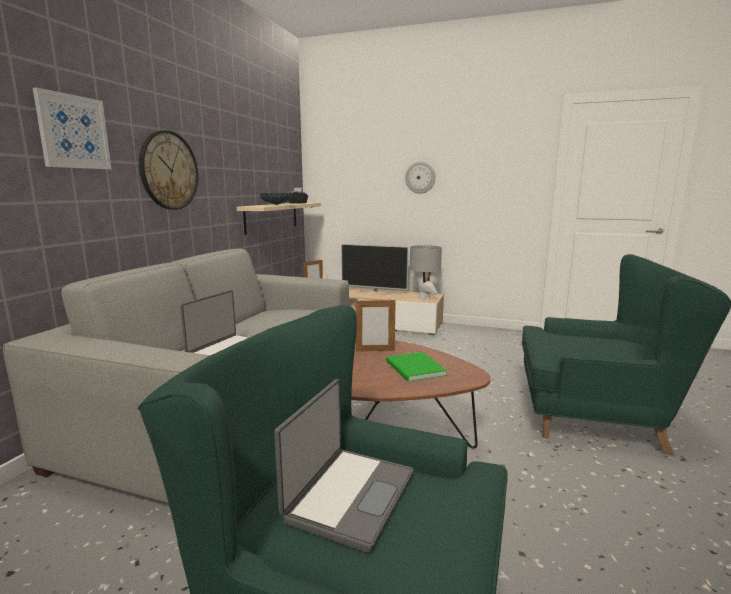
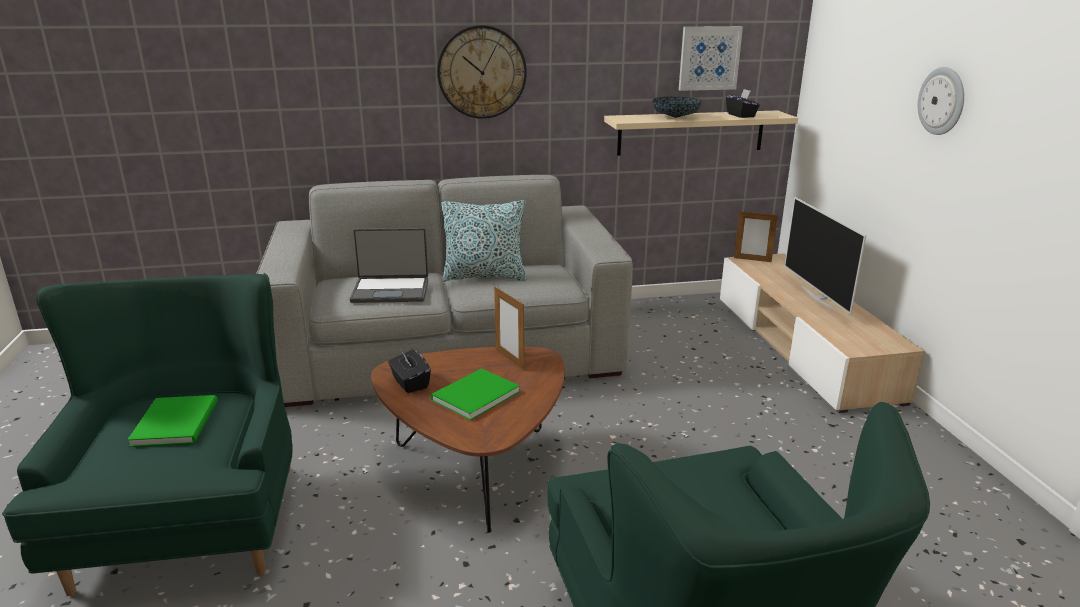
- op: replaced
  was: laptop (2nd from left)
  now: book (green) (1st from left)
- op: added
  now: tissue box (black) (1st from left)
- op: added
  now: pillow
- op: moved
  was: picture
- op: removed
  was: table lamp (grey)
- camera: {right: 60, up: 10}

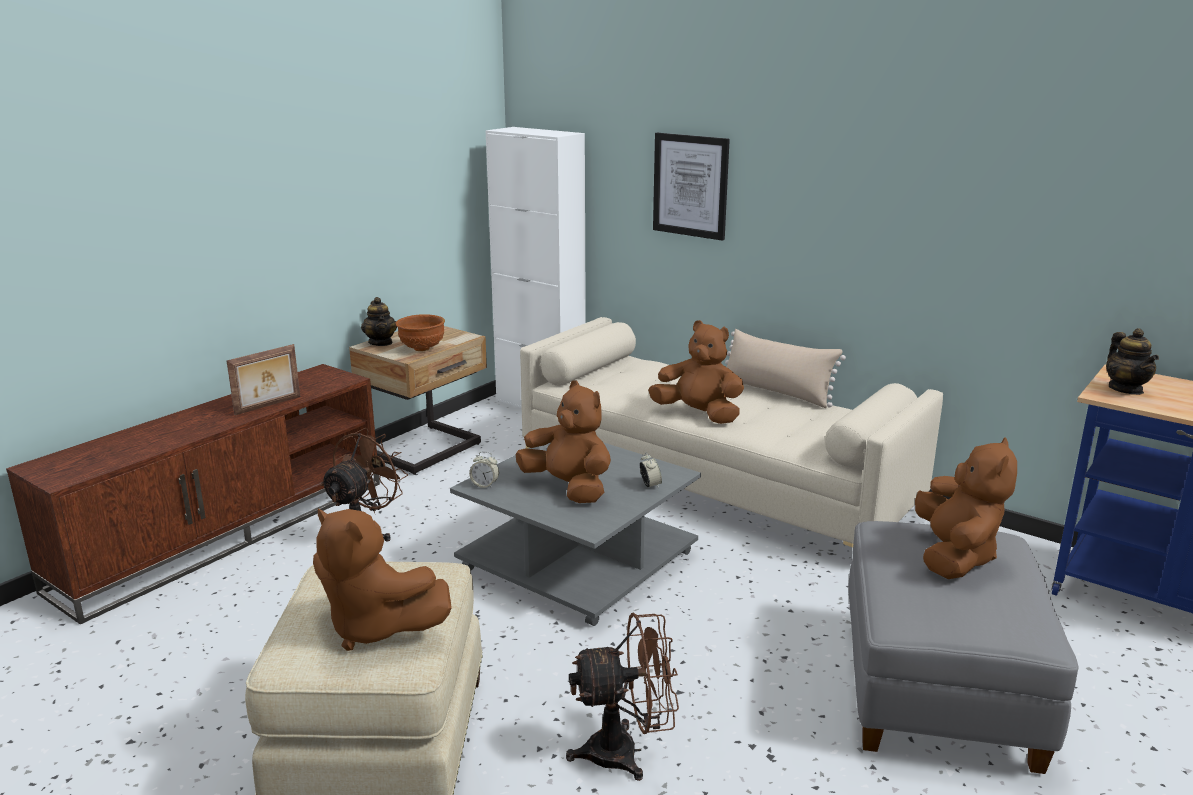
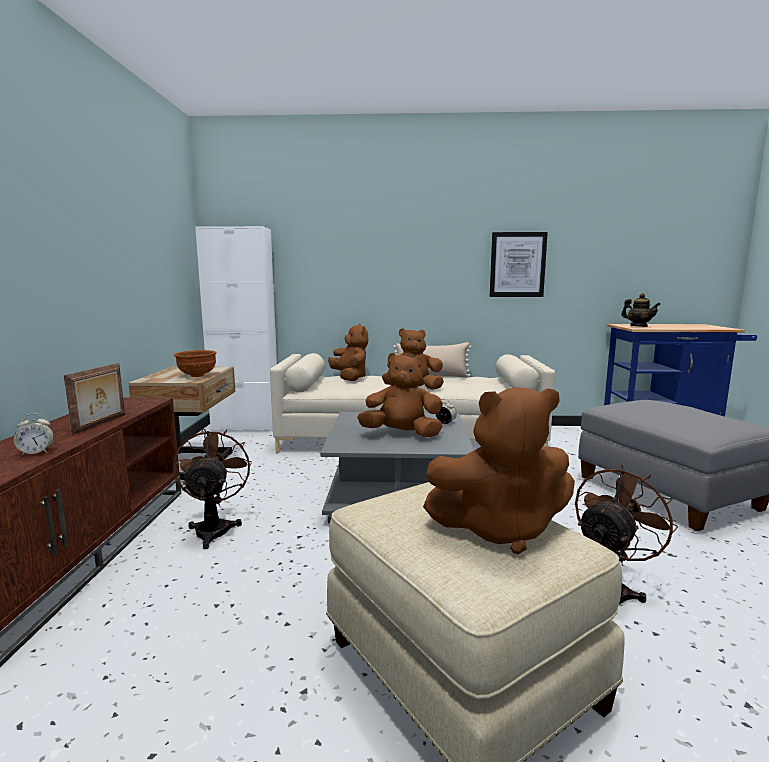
- op: moved
  was: alarm clock (1st from left)
- op: moved
  was: plush toy (brown) (4th from left in the first image)
  now: plush toy (brown) (1st from left)
- op: moved
  was: picture
- op: removed
  was: teapot (1st from left)
- camera: {right: -35, up: -10}

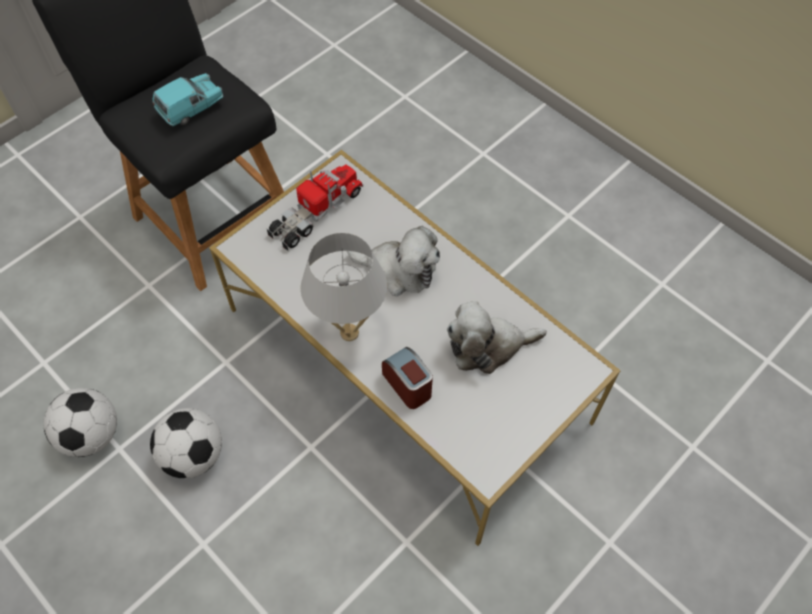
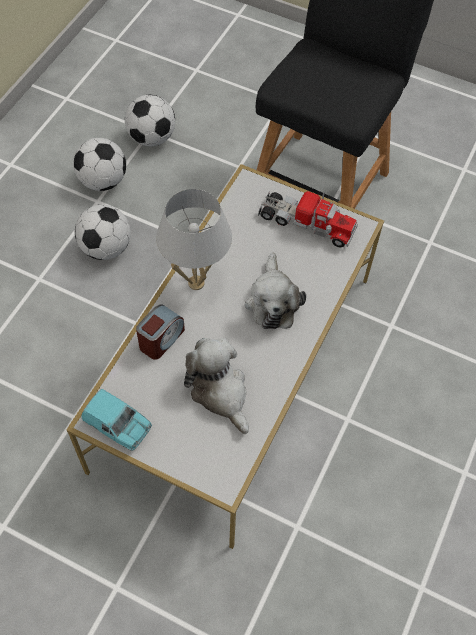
- op: moved
  was: toy car (turquoise)
- op: added
  now: football (3rd from left)
- camera: {right: 70, up: 0}

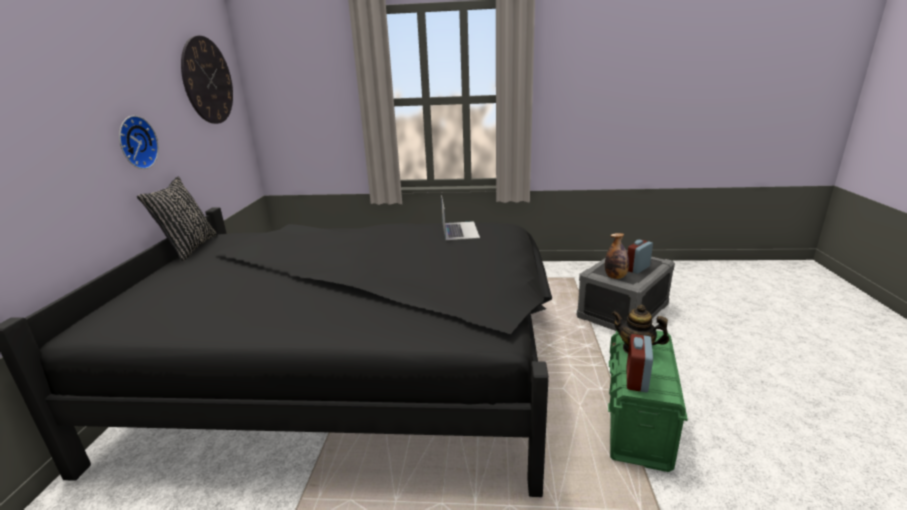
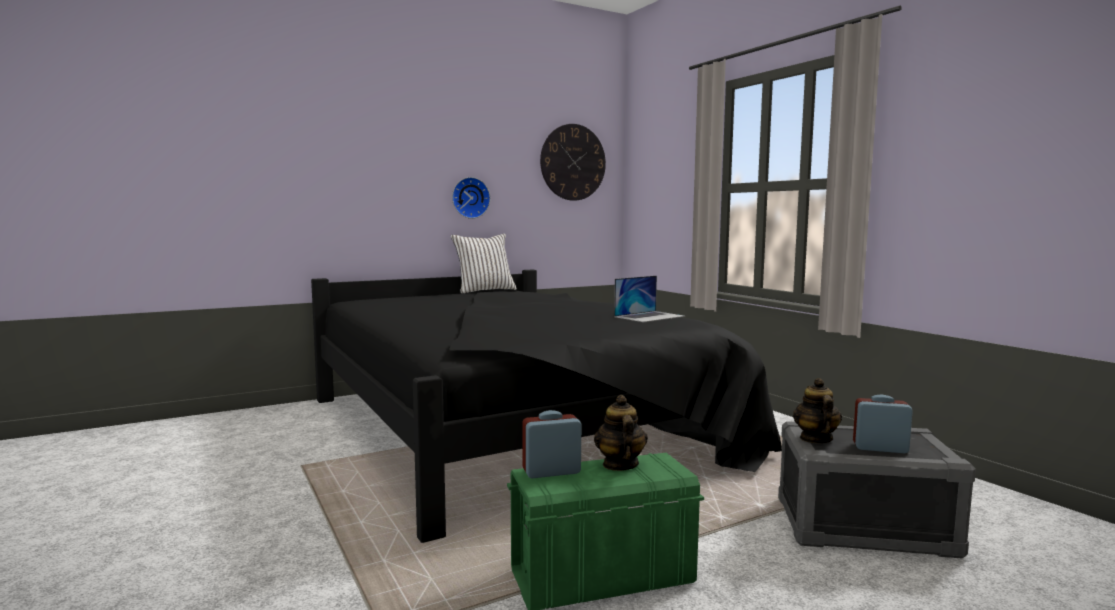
- op: recoloured
  was: pillow (black)
  now: pillow (white)
- op: replaced
  was: bottle
  now: teapot (2nd from left)
- camera: {right: 55, up: -15}

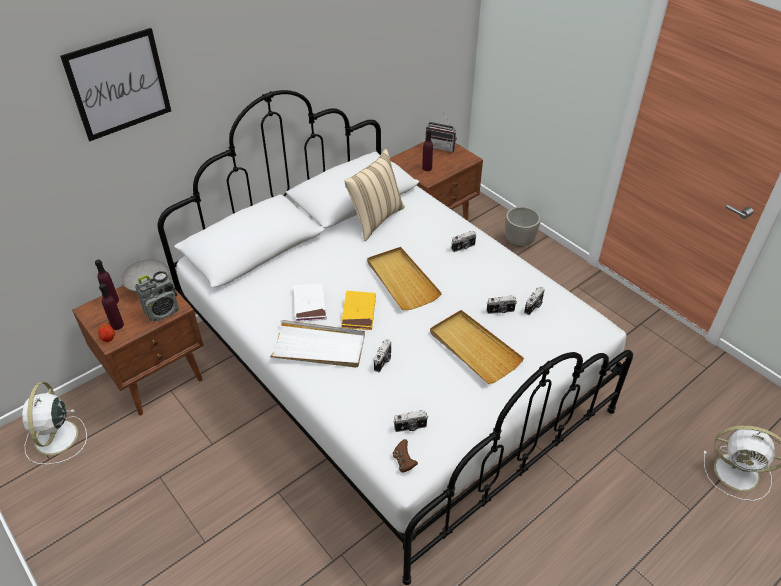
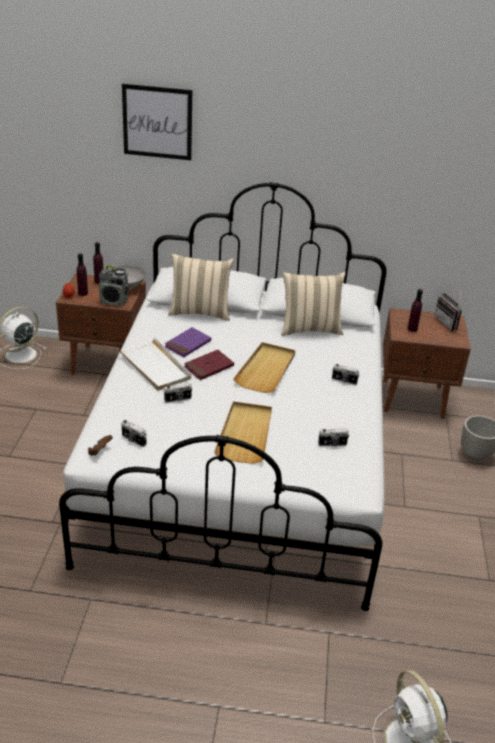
- op: recoloured
  was: book (white)
  now: book (purple)
- op: added
  now: pillow (beige) (1st from left)
- op: recoloured
  was: book (yellow)
  now: book (red)
- op: removed
  was: photo camera (4th from left)
- camera: {right: 45, up: -10}

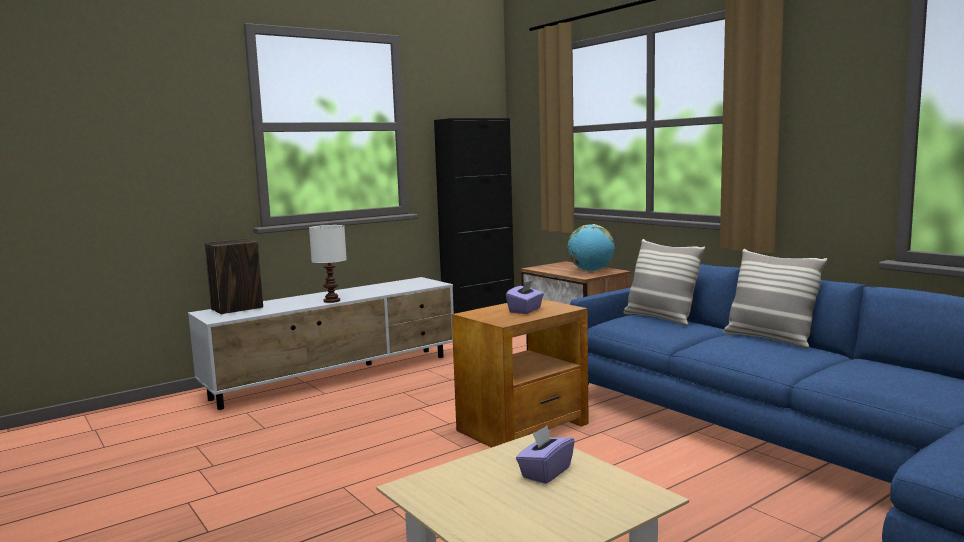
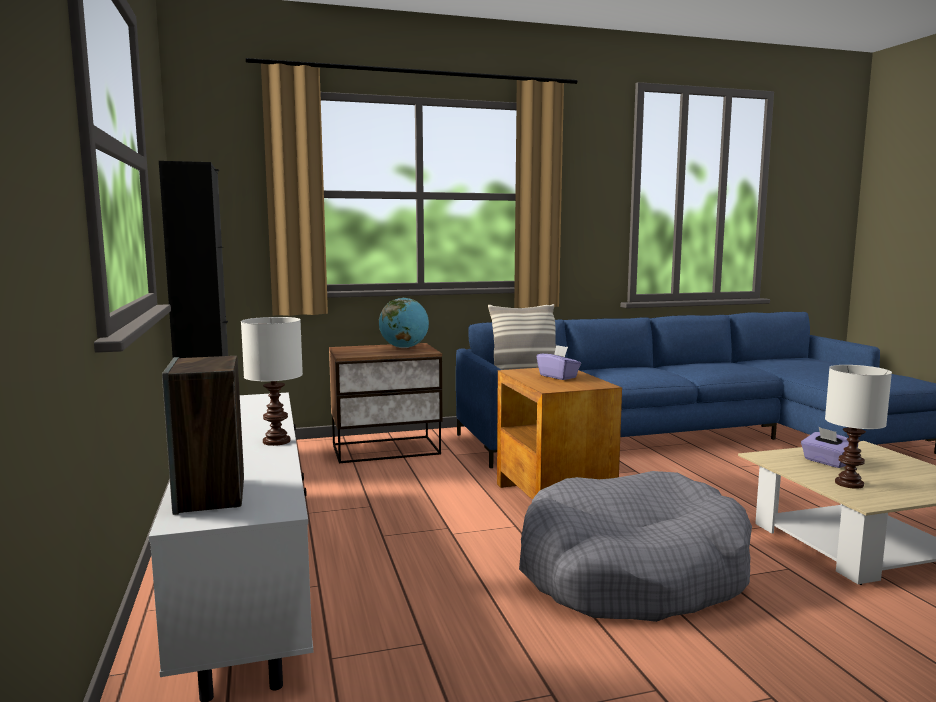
- op: added
  now: dog bed (grey)
- op: added
  now: table lamp (white) (2nd from left)
- op: removed
  was: pillow (2nd from left)
- camera: {right: -70, up: 0}

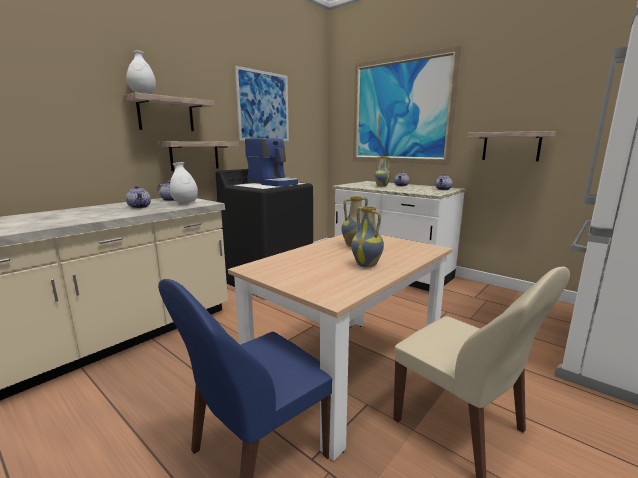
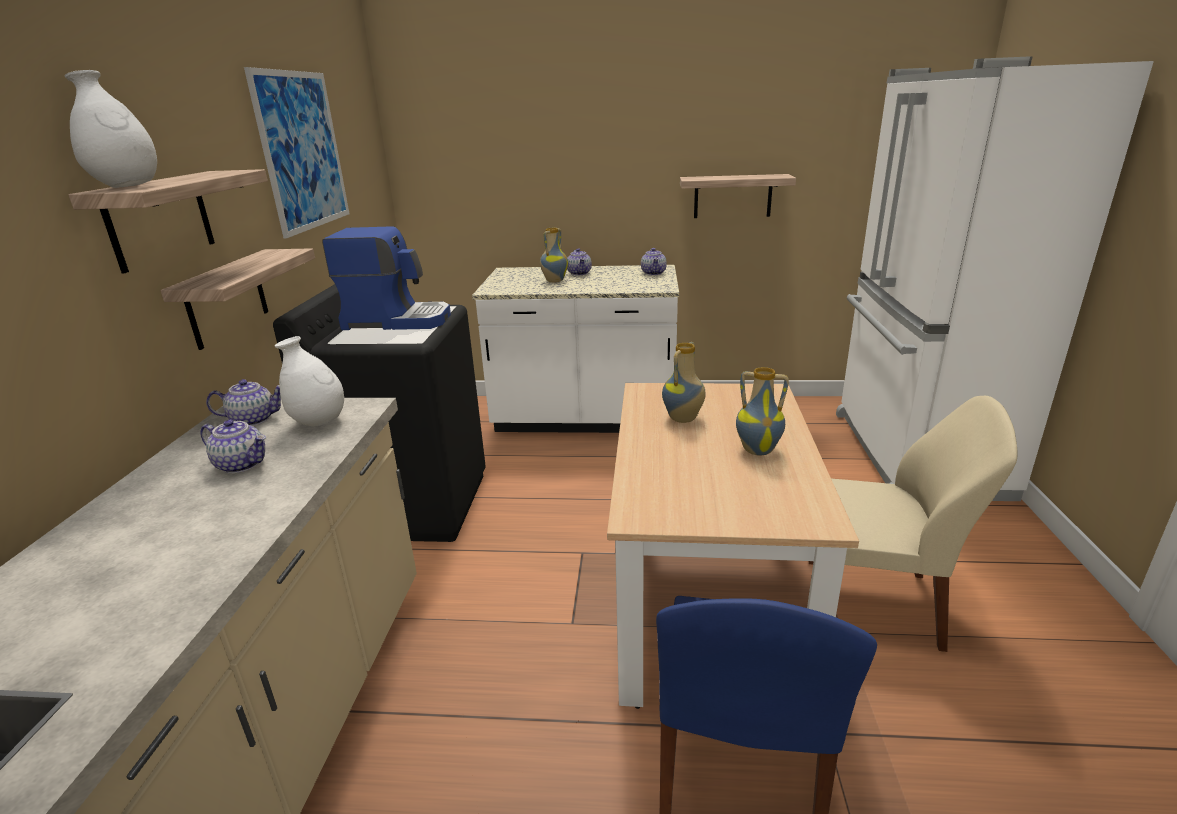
- op: removed
  was: picture (2nd from left)
- camera: {right: -35, up: 10}

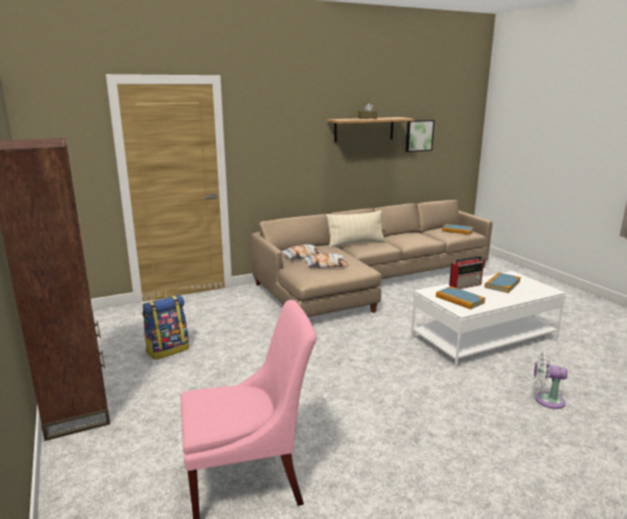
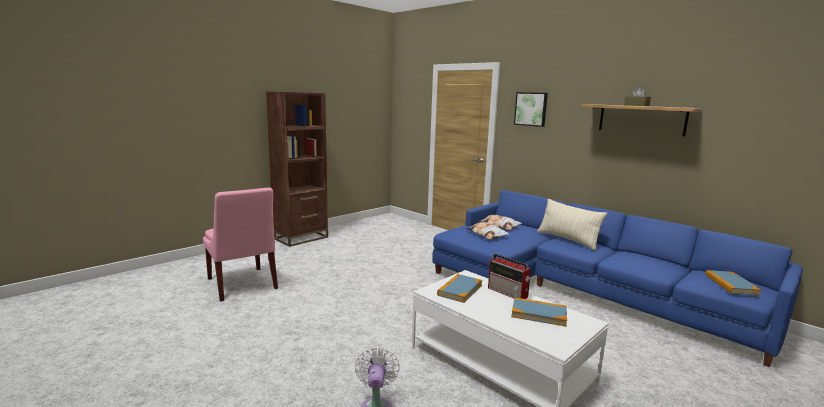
- op: recoloured
  was: sofa (beige)
  now: sofa (blue)
- op: moved
  was: picture
- op: removed
  was: backpack
- camera: {right: 70, up: -5}

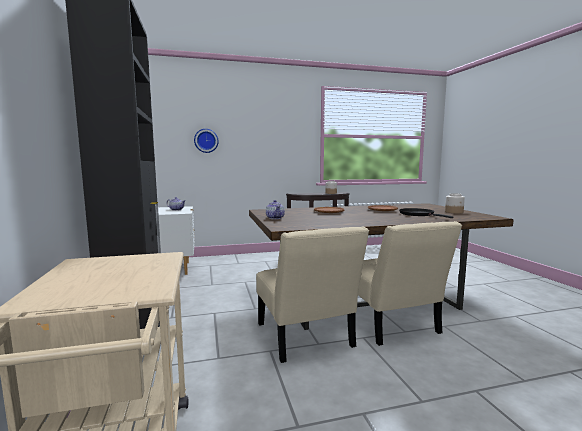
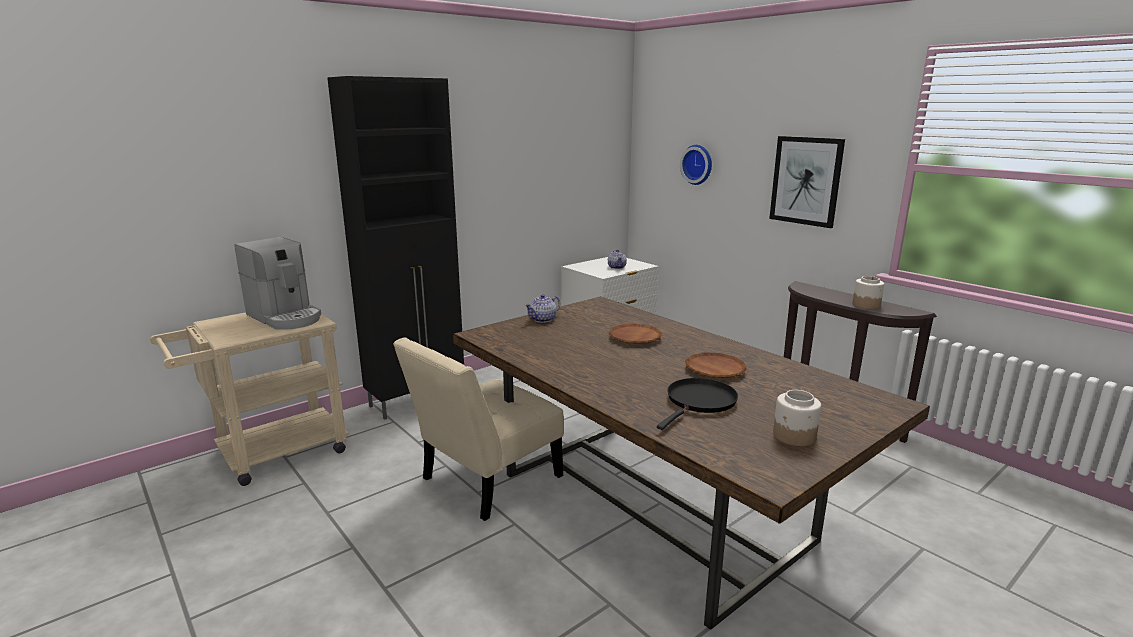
- op: added
  now: coffee machine
- op: added
  now: picture
- op: removed
  was: chair (beige) (2nd from left)
- camera: {right: 65, up: 10}

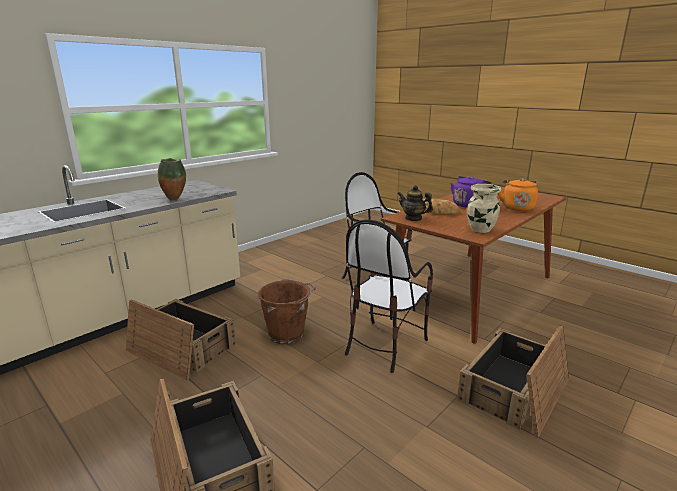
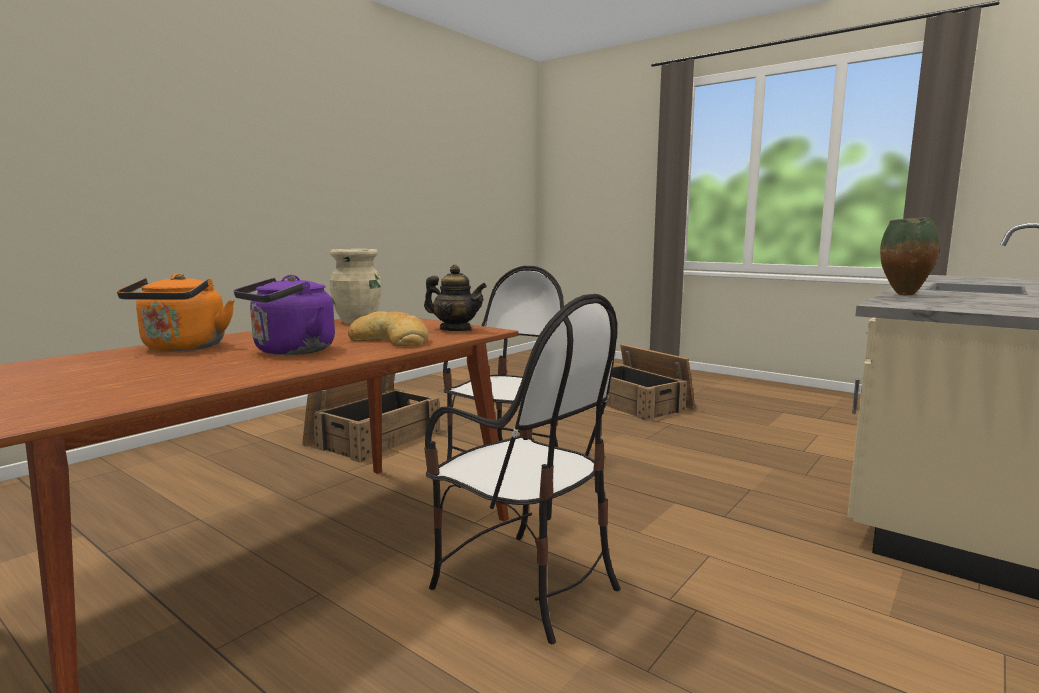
- op: removed
  was: crate (1st from left)
- op: removed
  was: bucket (brown)
- camera: {right: 175, up: -10}

